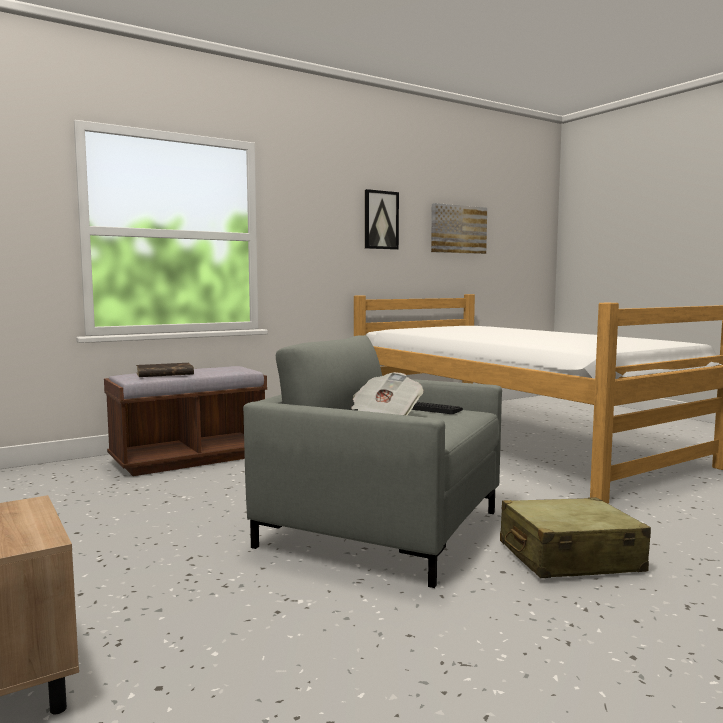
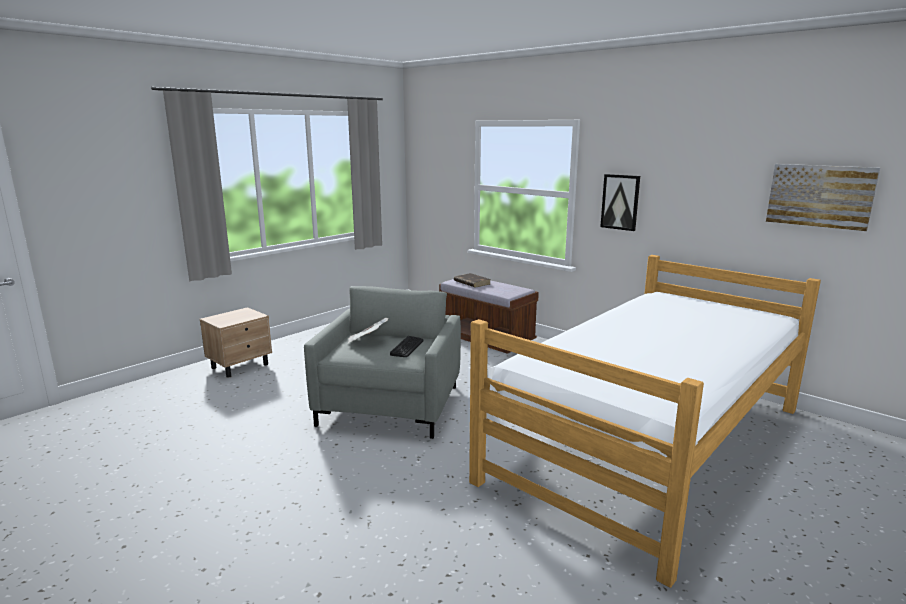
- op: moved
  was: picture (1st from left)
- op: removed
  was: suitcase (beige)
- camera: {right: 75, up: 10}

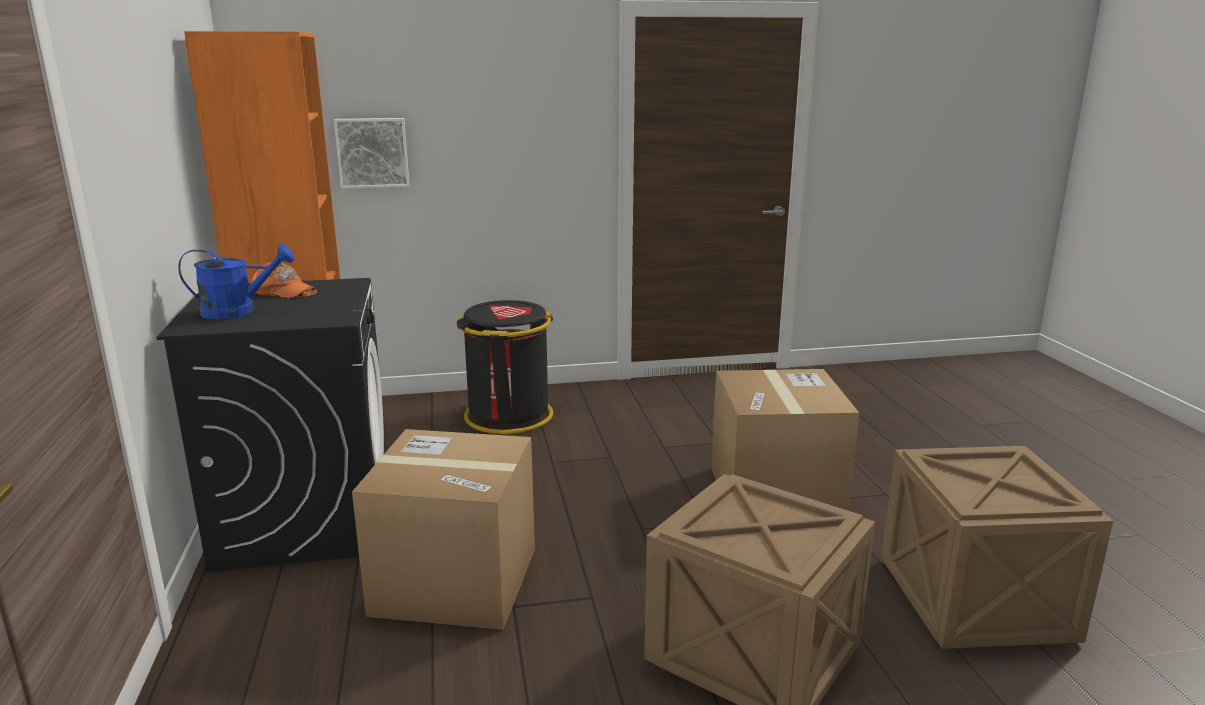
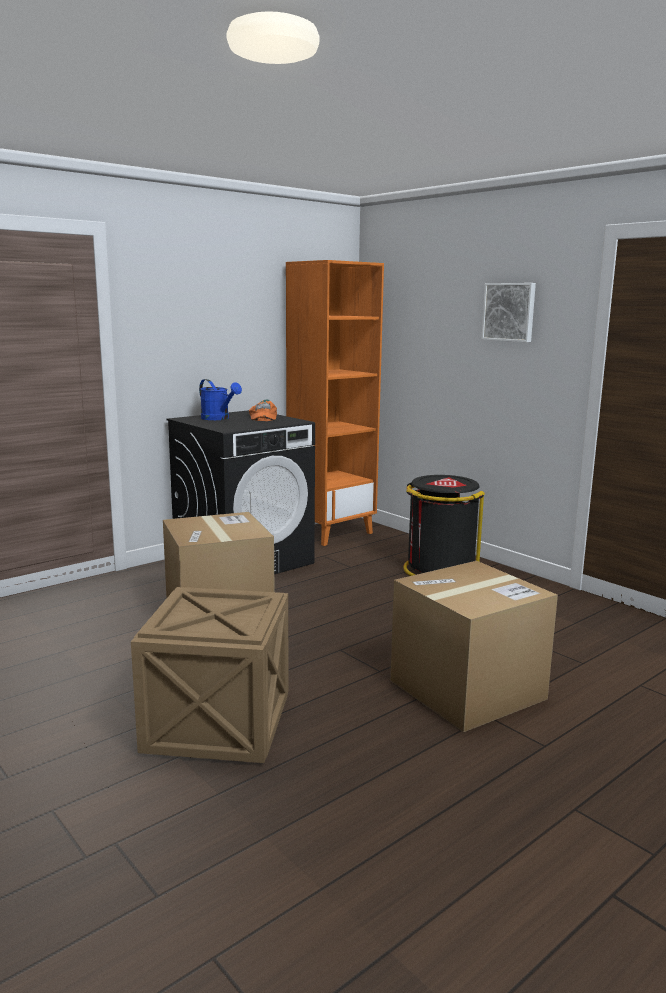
- op: moved
  was: picture
- op: removed
  was: crate (2nd from left)
- camera: {right: 60, up: -5}

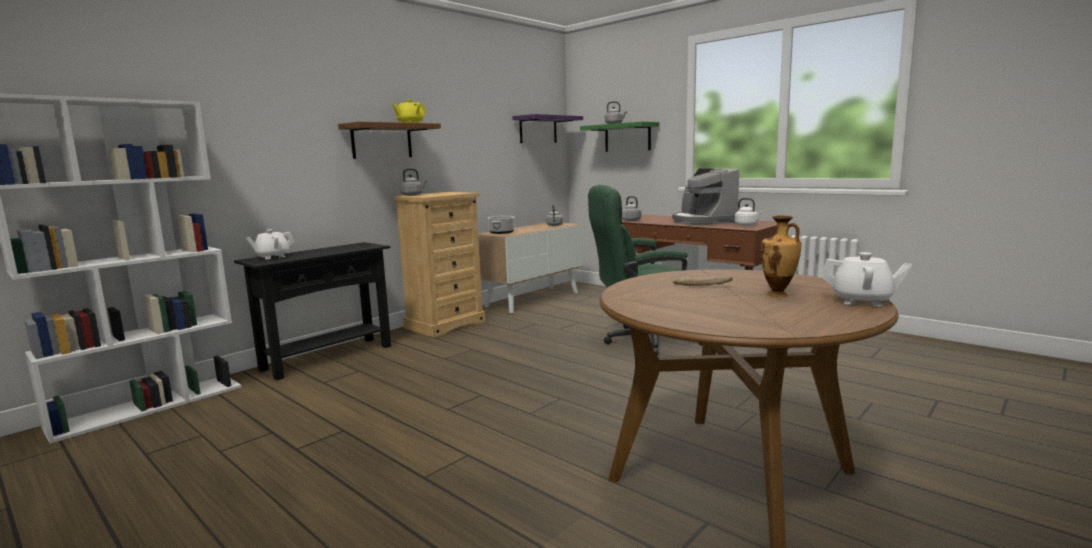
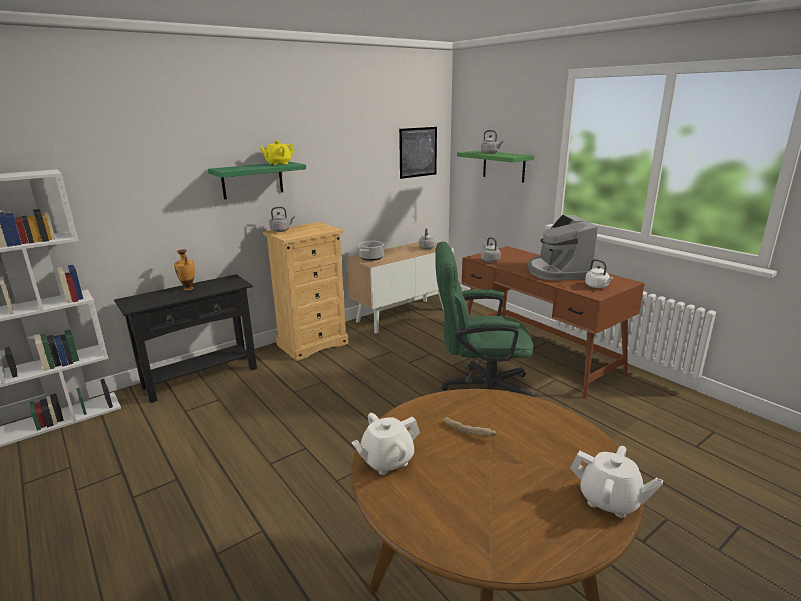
- op: moved
  was: vase
- op: recoloured
  was: shelf (brown)
  now: shelf (green) (1st from left)
- op: moved
  was: teapot (white) (1st from left)
- op: replaced
  was: shelf (purple)
  now: picture
- camera: {right: 10, up: 10}

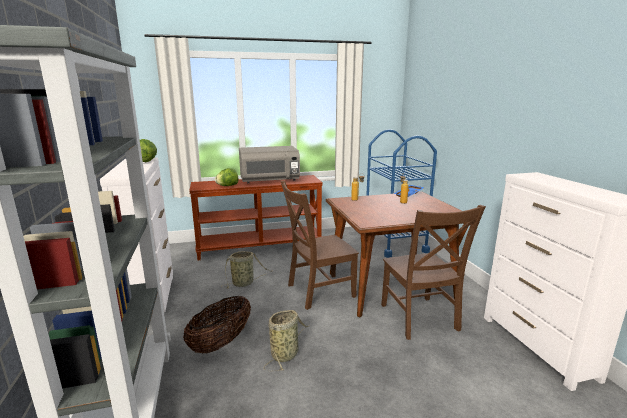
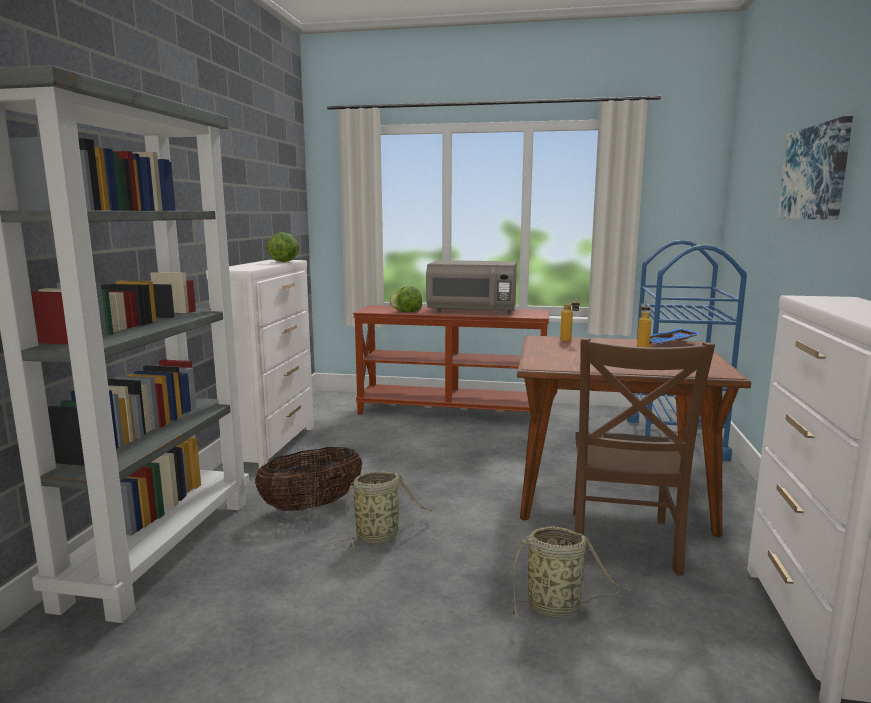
- op: moved
  was: basket (2nd from left in the first image)
  now: basket (3rd from left)
- op: added
  now: picture
- op: removed
  was: chair (brown) (1st from left)
- camera: {right: 25, up: -5}

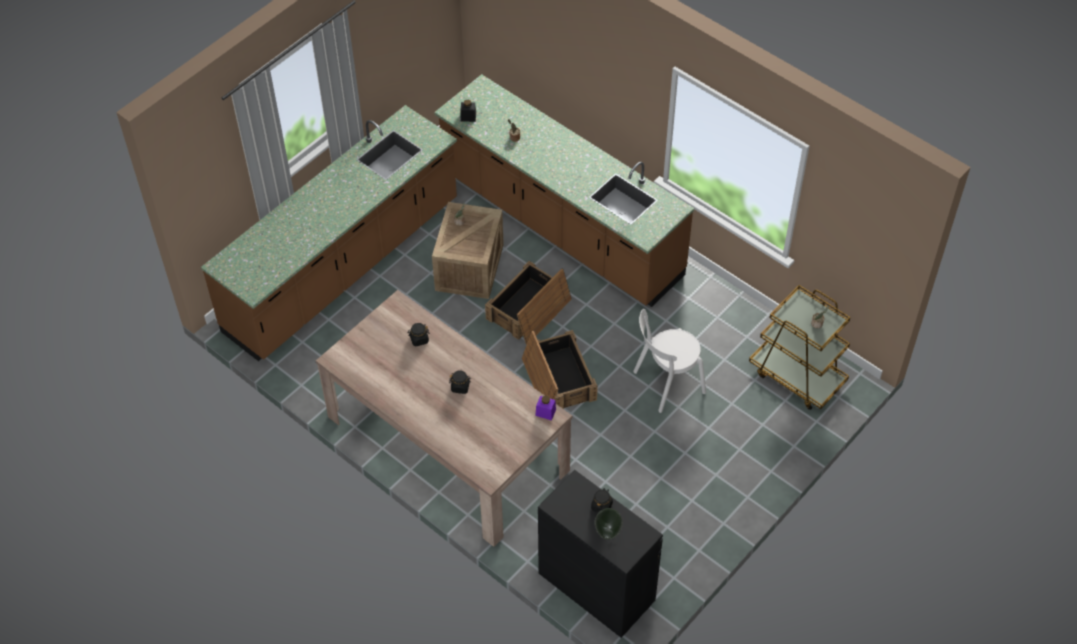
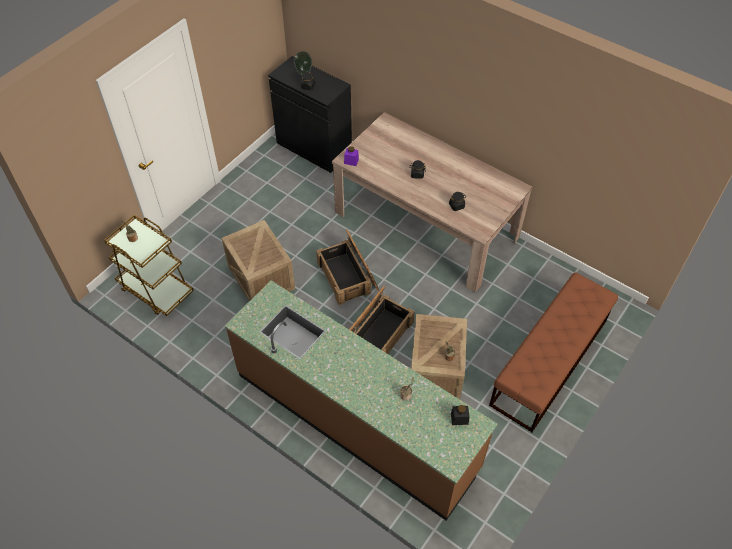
- op: replaced
  was: chair (white)
  now: crate (1st from left)
- op: replaced
  was: counter (brown) (1st from left)
  now: bench (brown)
- camera: {right: 175, up: 0}

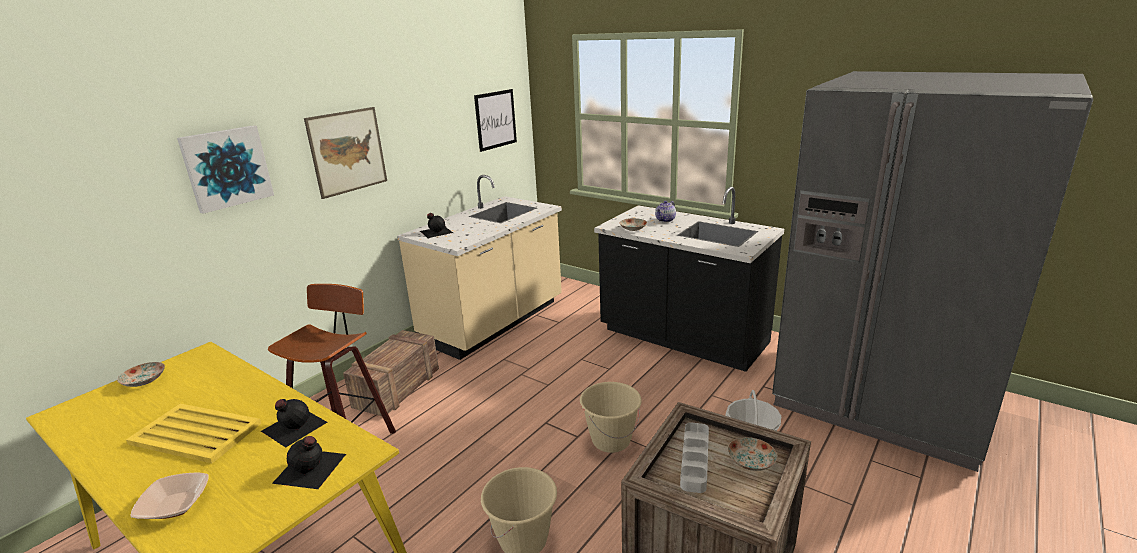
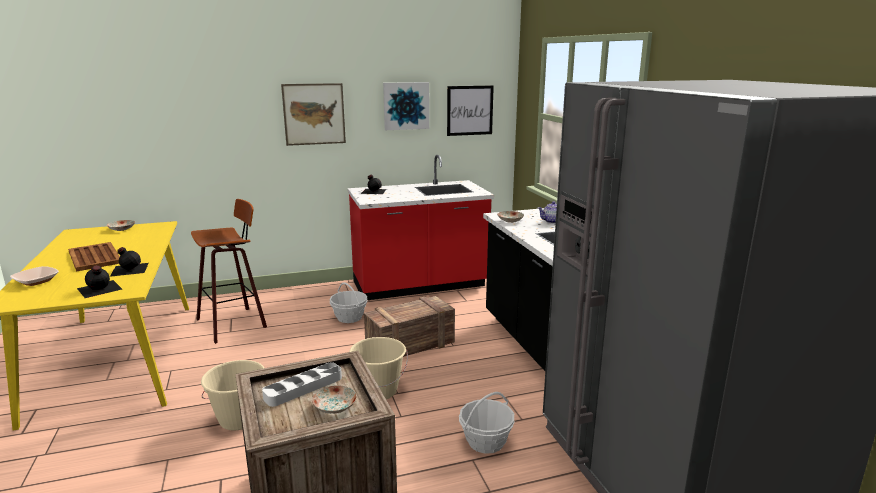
- op: recoloured
  was: tray (yellow)
  now: tray (brown)
- op: added
  now: basket (1st from left)
- op: recoloured
  was: counter (beige)
  now: counter (red)
- op: moved
  was: crate (1st from left in the first image)
  now: crate (2nd from left)
- op: moved
  was: picture (1st from left in the first image)
  now: picture (2nd from left)
- camera: {right: 35, up: -5}

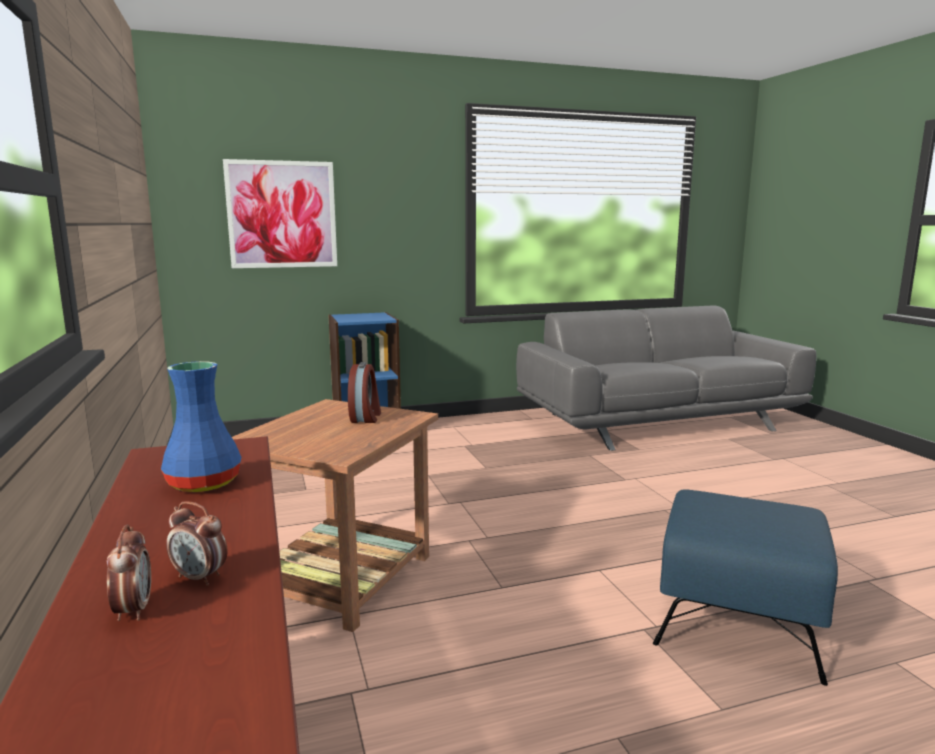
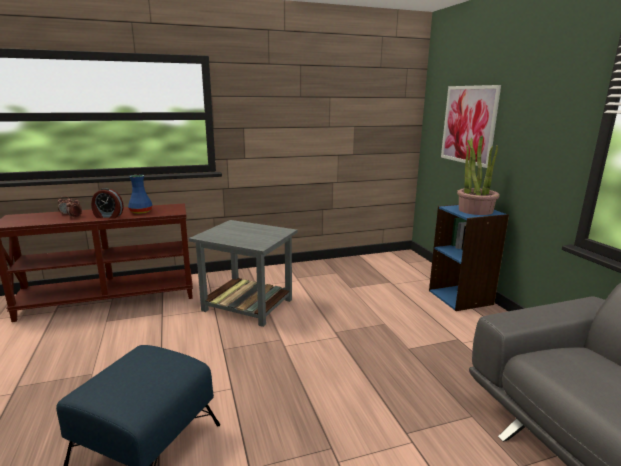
- op: moved
  was: alarm clock (3rd from left)
- op: recoloured
  was: side table (brown)
  now: side table (grey)
- op: added
  now: potted plant
- camera: {right: 90, up: 5}

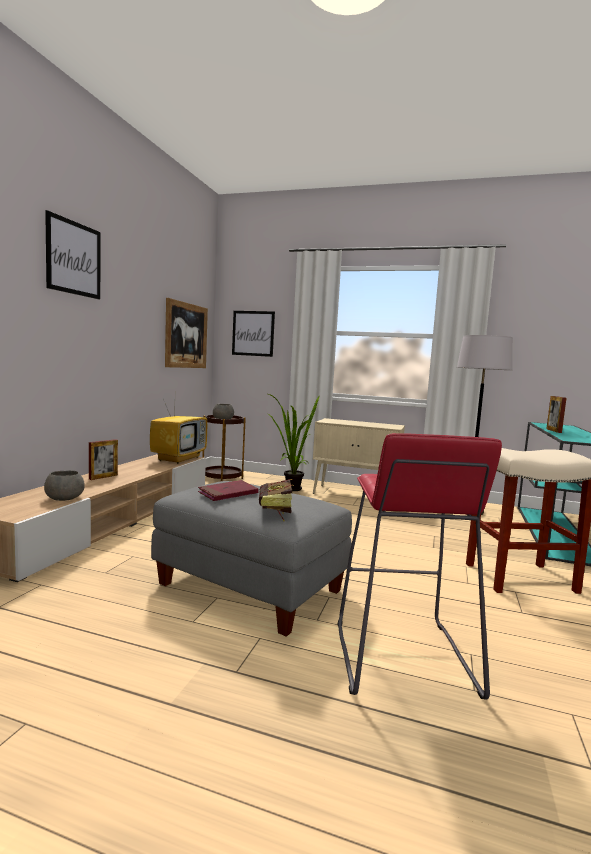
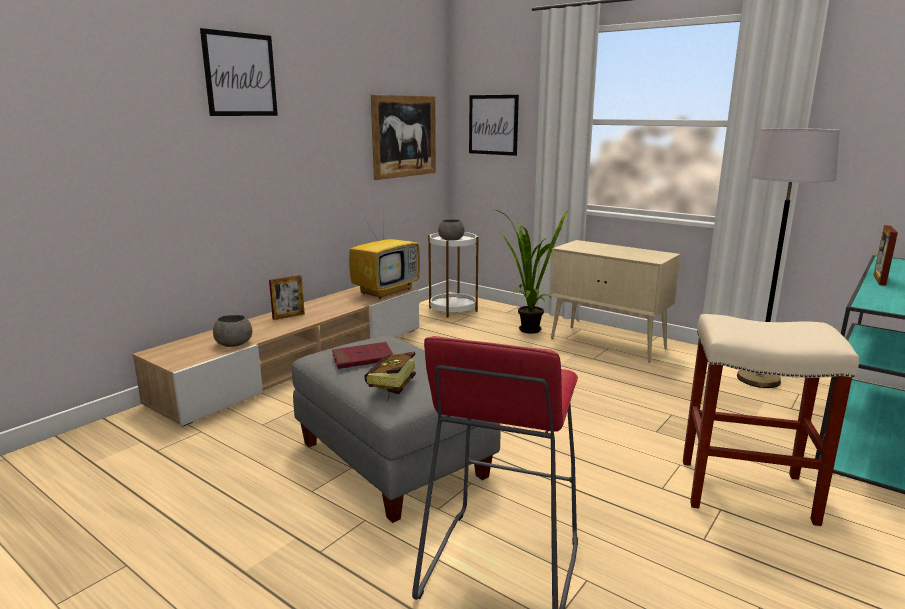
- op: recoloured
  was: side table (brown)
  now: side table (white)
- camera: {right: 20, up: 10}

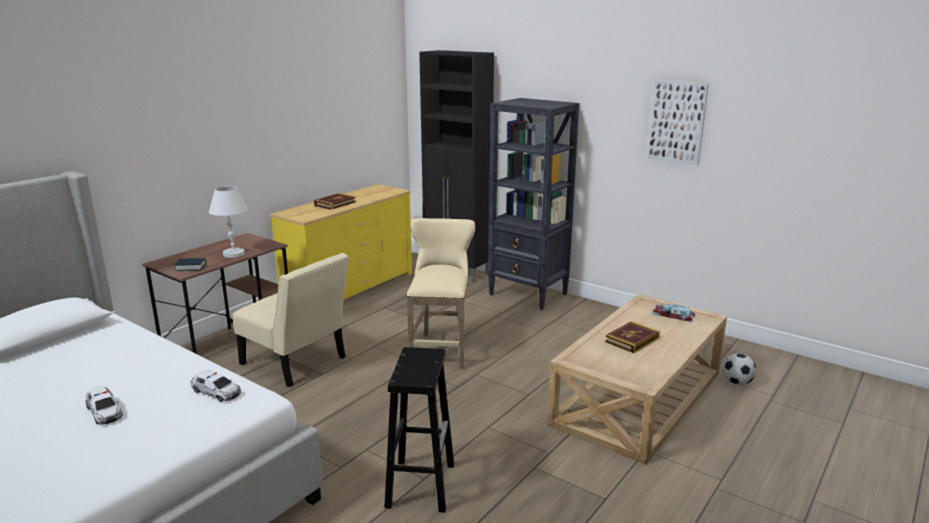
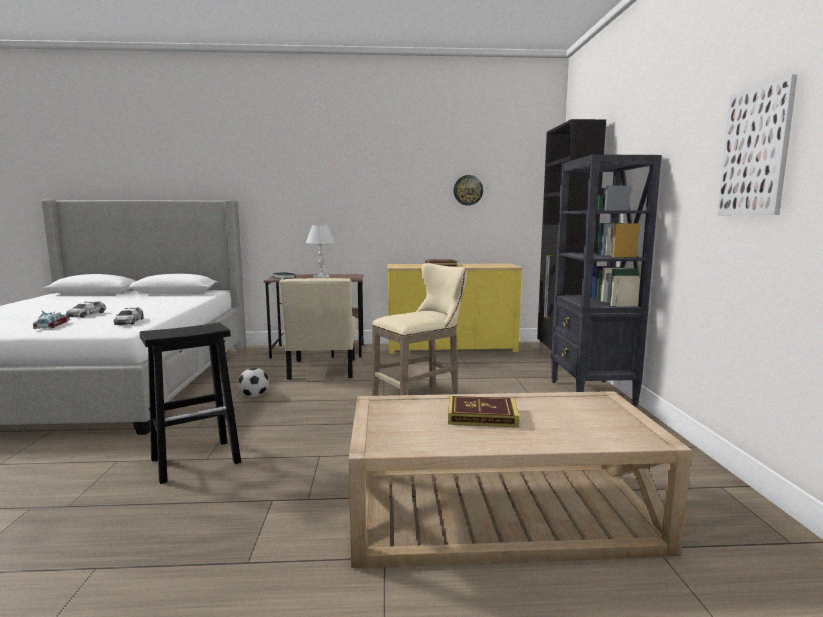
- op: moved
  was: toy car (3rd from left in the first image)
  now: toy car (1st from left)
- op: moved
  was: football
- op: added
  now: wall clock
- camera: {right: 50, up: -10}

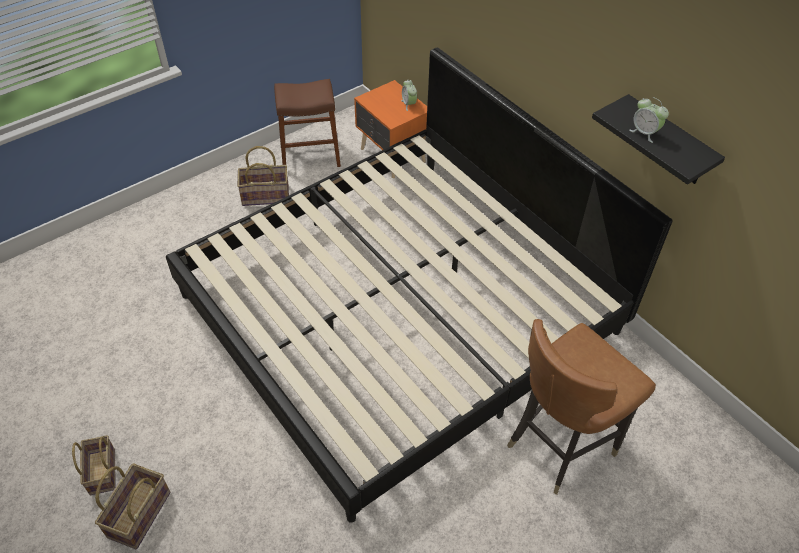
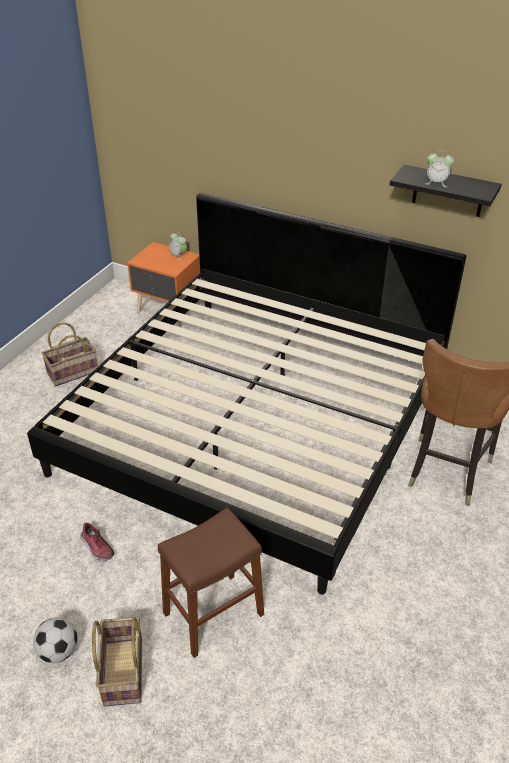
- op: replaced
  was: basket (1st from left)
  now: football
- op: added
  now: shoe
- op: moved
  was: stool (brown)
- camera: {right: -25, up: -10}

